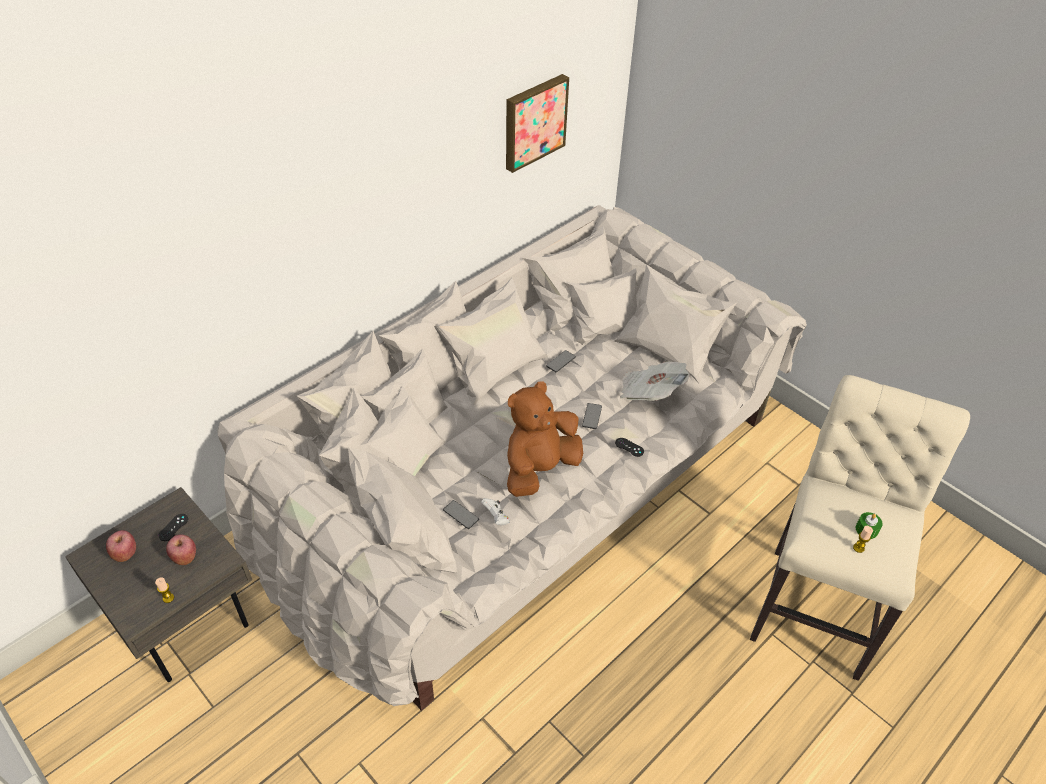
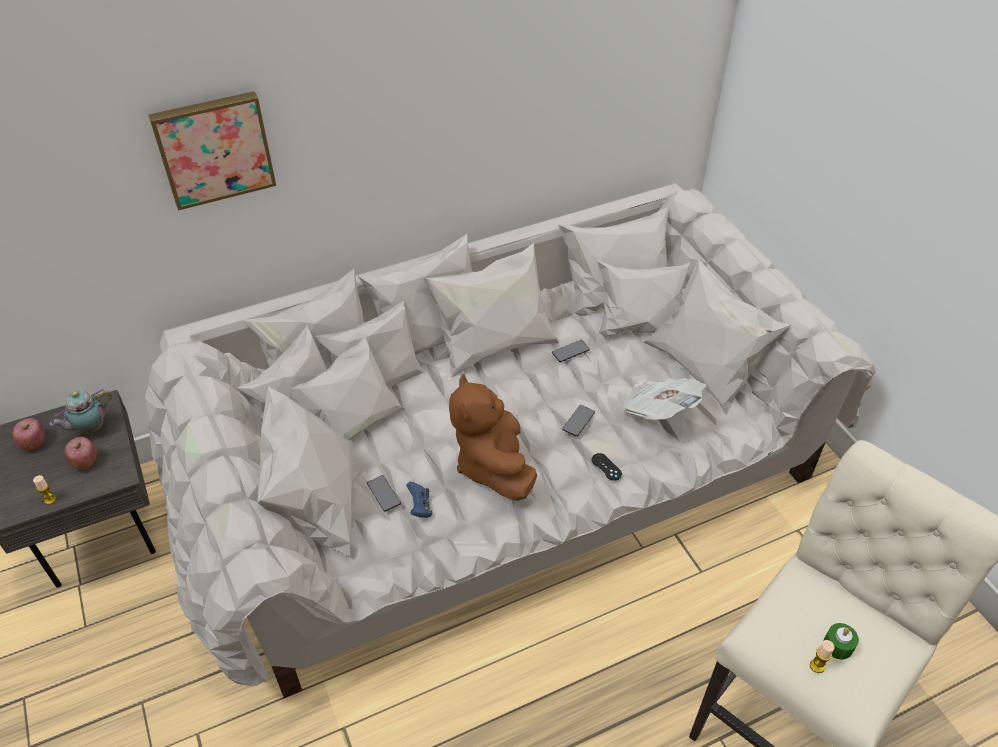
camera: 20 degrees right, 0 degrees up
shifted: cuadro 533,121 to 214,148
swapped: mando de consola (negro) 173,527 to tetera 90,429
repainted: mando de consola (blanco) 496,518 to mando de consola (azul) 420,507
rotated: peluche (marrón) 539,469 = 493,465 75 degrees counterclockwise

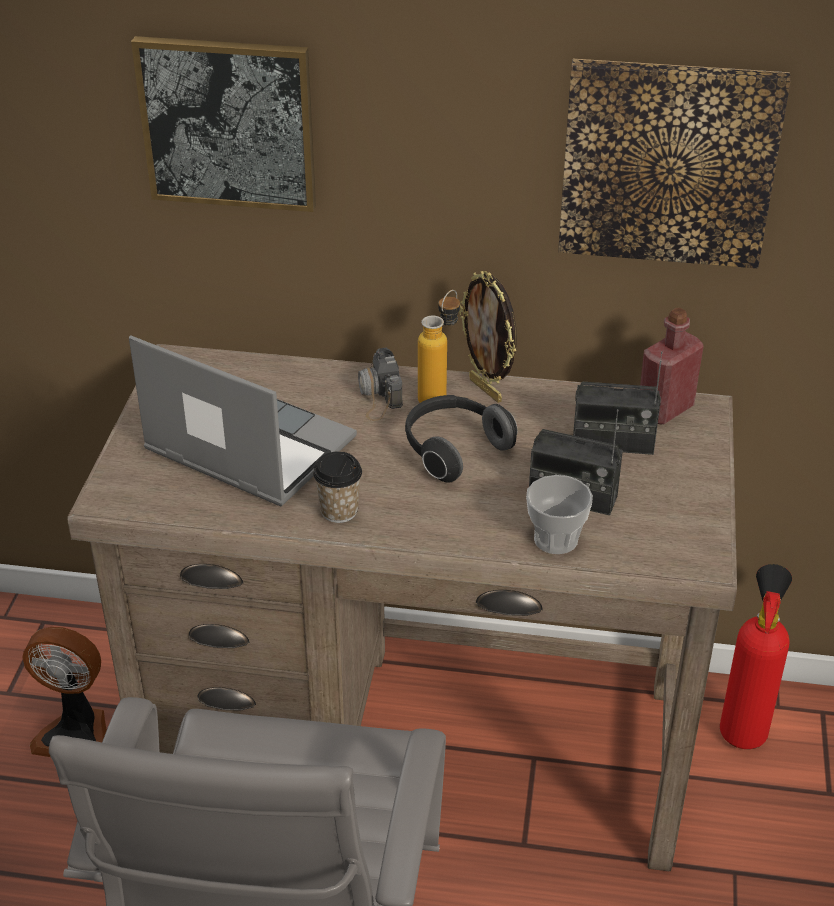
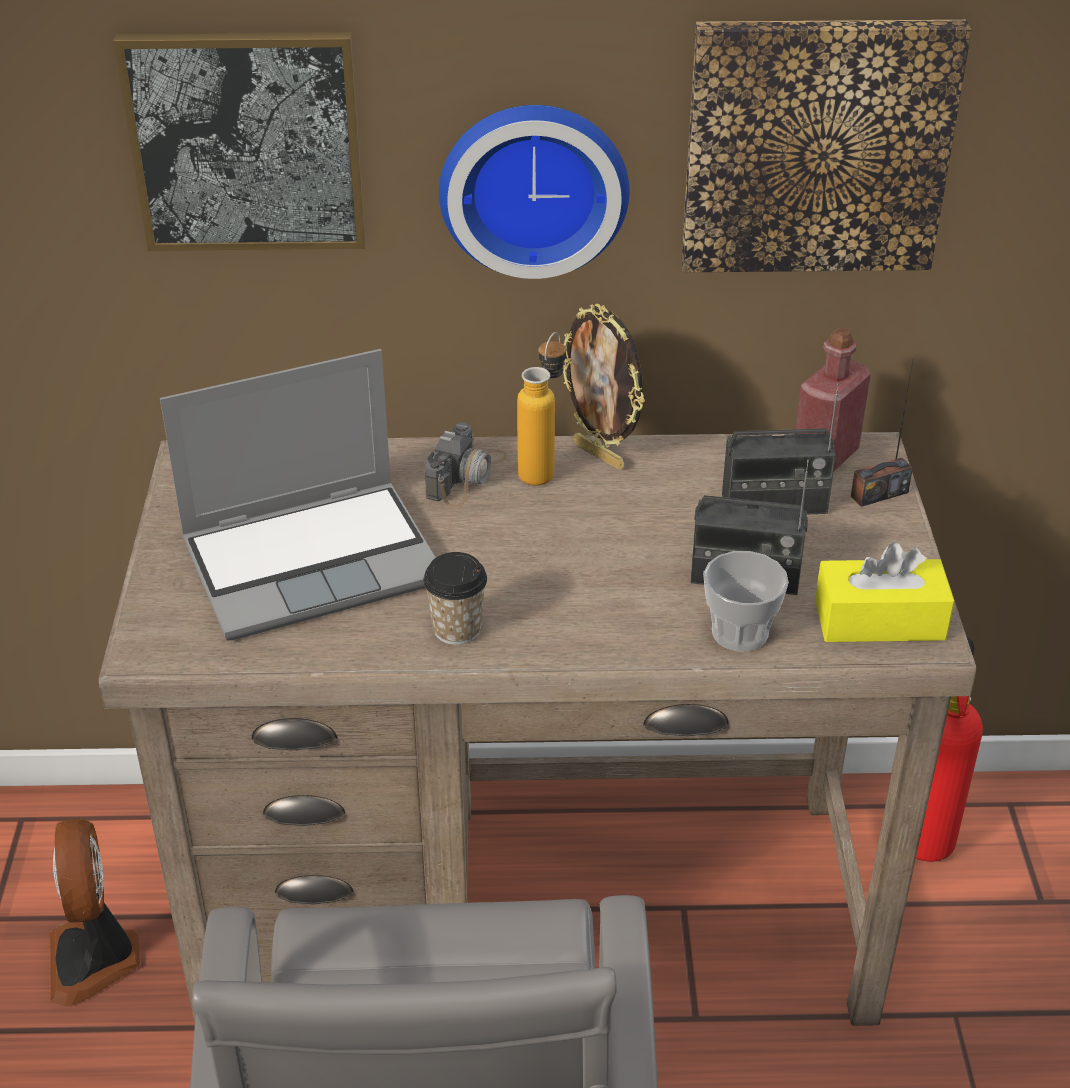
camera: 10 degrees left, 0 degrees up
gone: auriculares 453,450
new: reloj de pared 533,186; radio 879,494; caja de pañuelos (amarillo) 879,620
rotated: portátil 246,447 = 314,560 135 degrees clockwise; cámara 379,394 = 467,475 135 degrees counterclockwise; ventilador 76,734 = 95,959 75 degrees clockwise

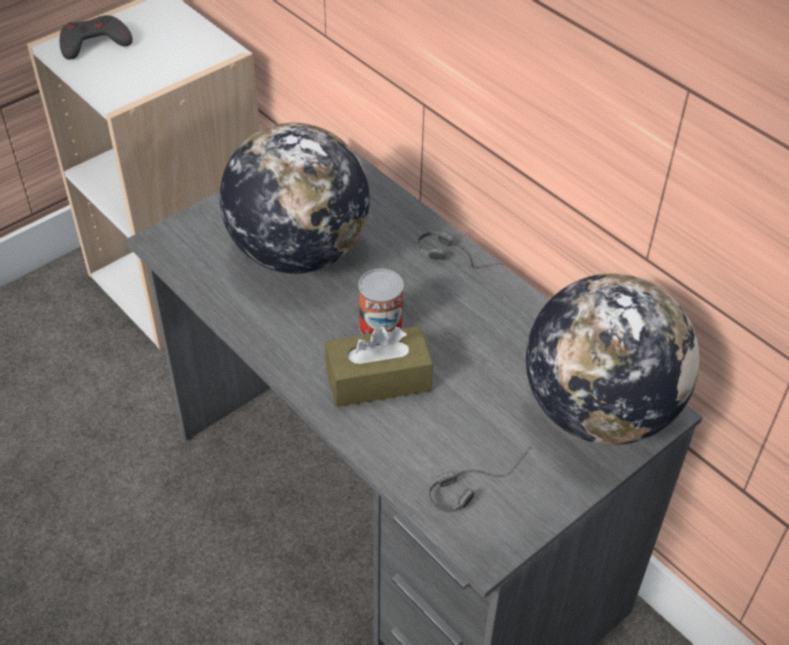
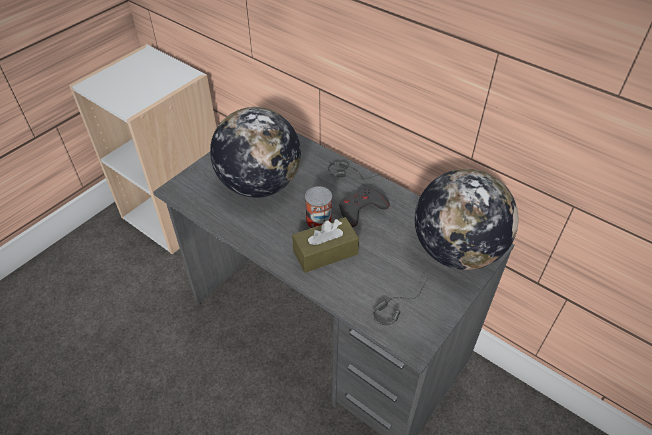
camera: 10 degrees left, 0 degrees up
shifted: mando de consola (gris) 94,43 to 361,209

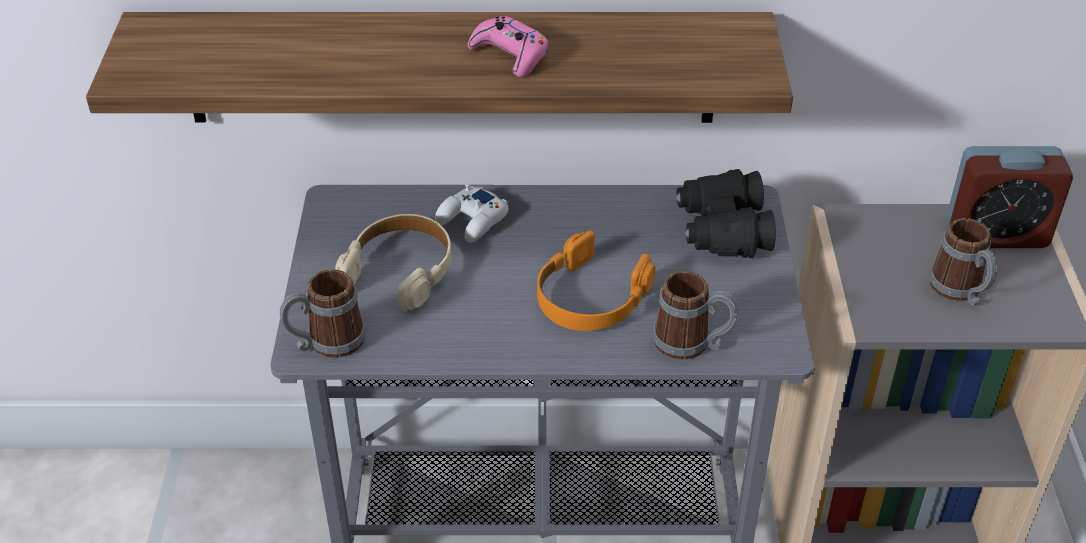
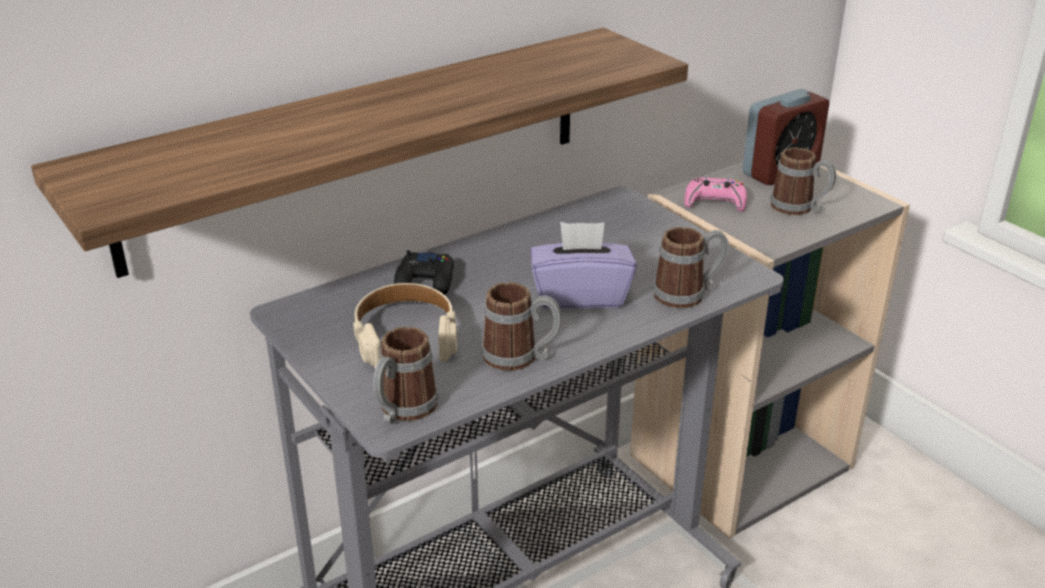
camera: 35 degrees left, 10 degrees down
gone: prismáticos (negro) 722,230
new: taza grande 520,357
shifted: mando de consola (rosa) 510,55 to 714,202
swapped: auriculares (naranja) 590,297 to caja de pañuelos (morado) 580,295
repainted: mando de consola (blanco) 472,220 to mando de consola (negro) 426,282

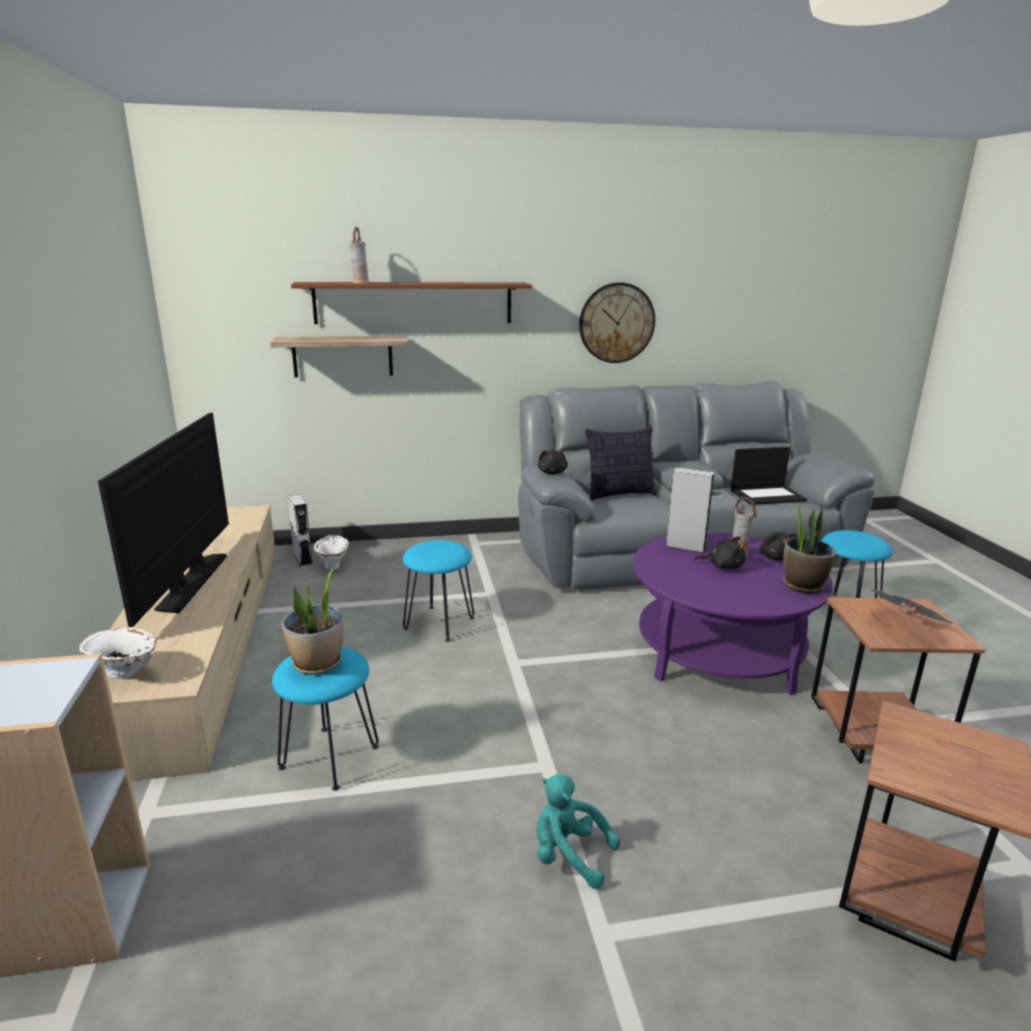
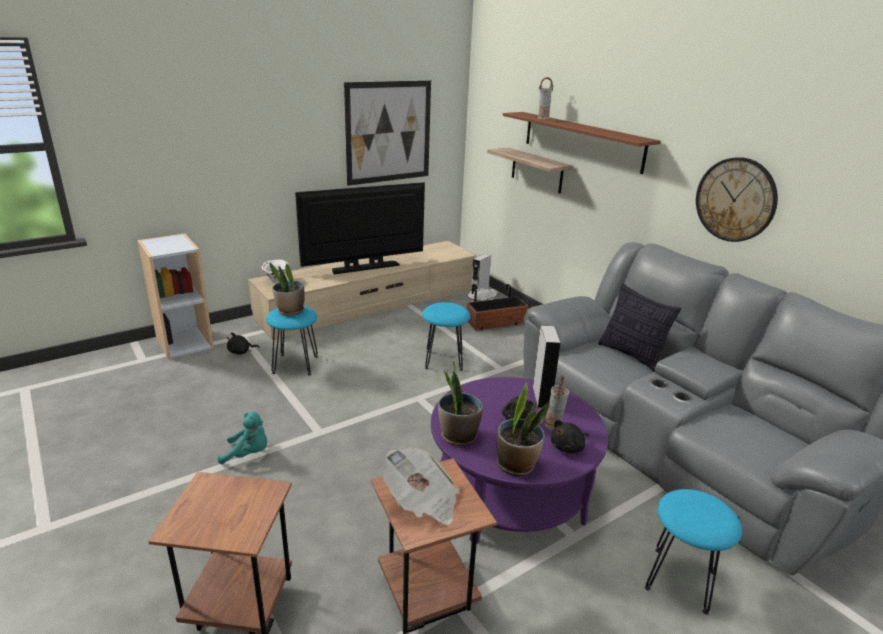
camera: 65 degrees right, 5 degrees up
gone: portátil 767,495
new: cuadro 388,132; maceta 495,323; planta en maceta 458,436
shifted: peluche (negro) 552,473 to 241,352
rotated: peluche (turquesa) 569,855 = 248,454 90 degrees clockwise

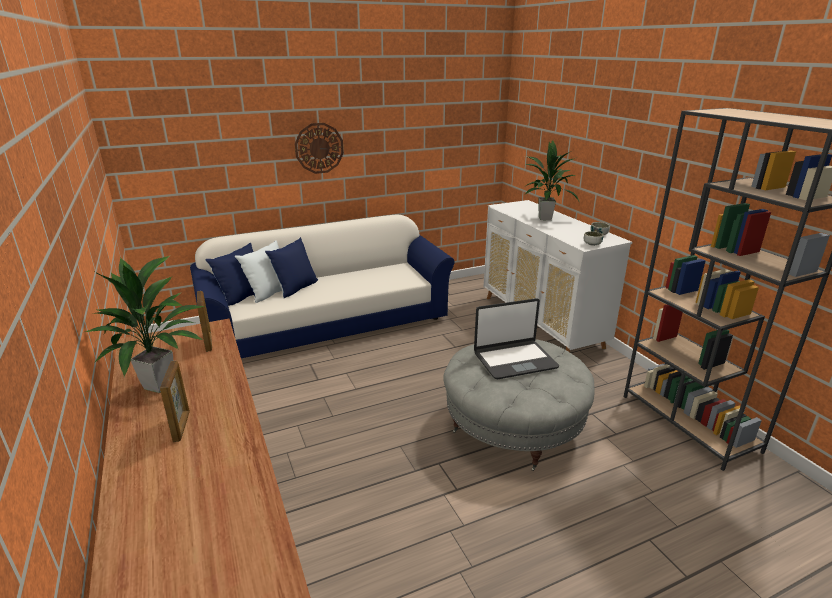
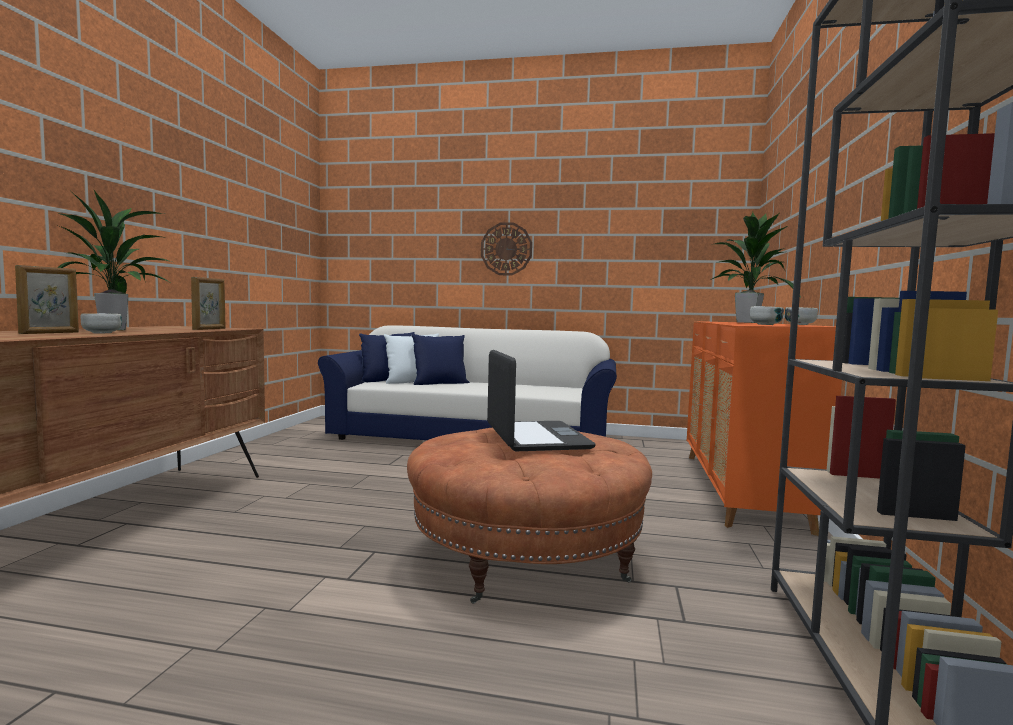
camera: 35 degrees right, 20 degrees down
new: cuenco 102,333
repainted: armario (blanco) 541,321 to armario (naranja) 741,489; puf (gris) 513,426 to puf (marrón) 526,556
rotated: portátil 514,360 = 535,438 120 degrees counterclockwise

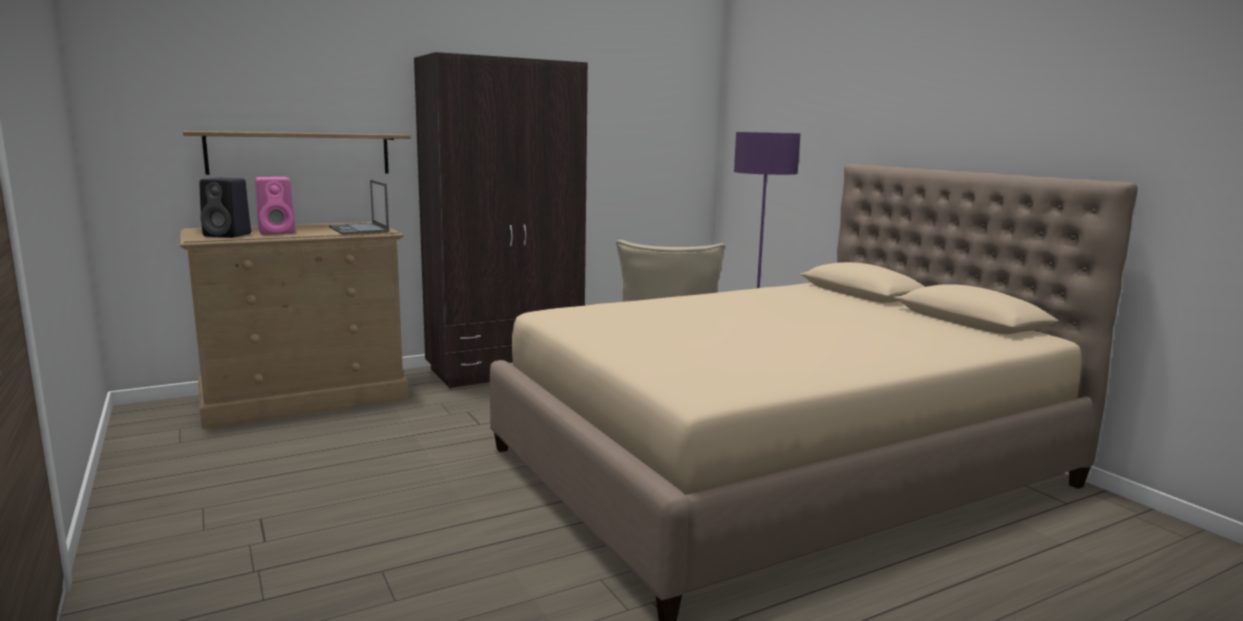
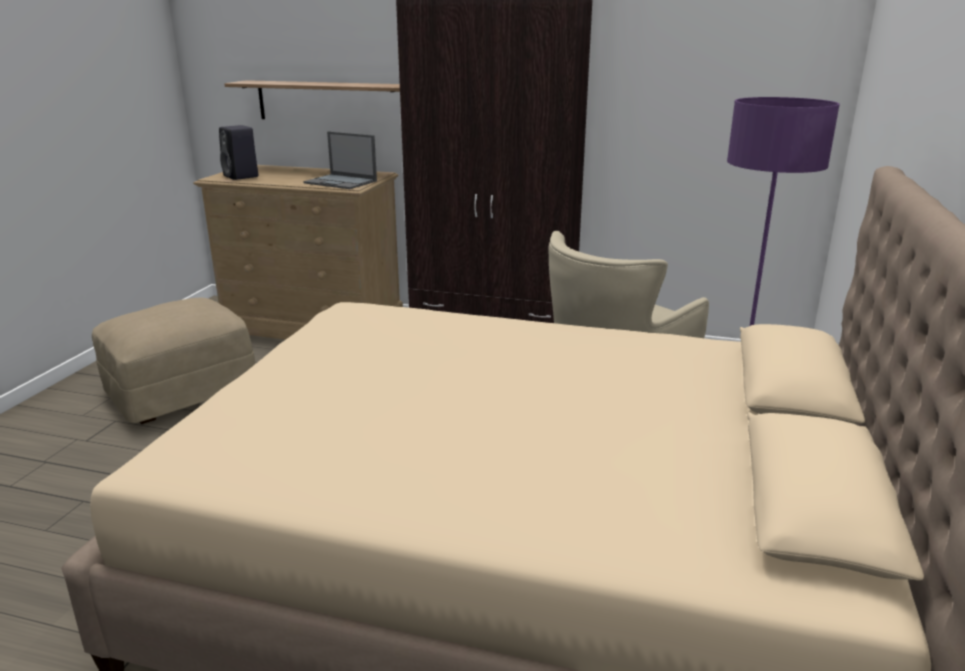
camera: 45 degrees right, 10 degrees up
gone: altavoz (rosa) 278,232
new: puf (beis) 182,391
rotated: portátil 359,229 = 341,182 75 degrees counterclockwise

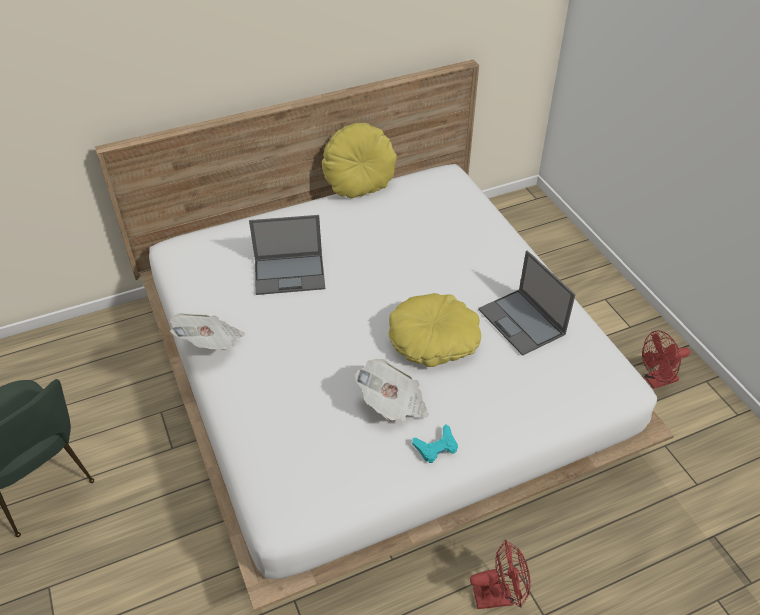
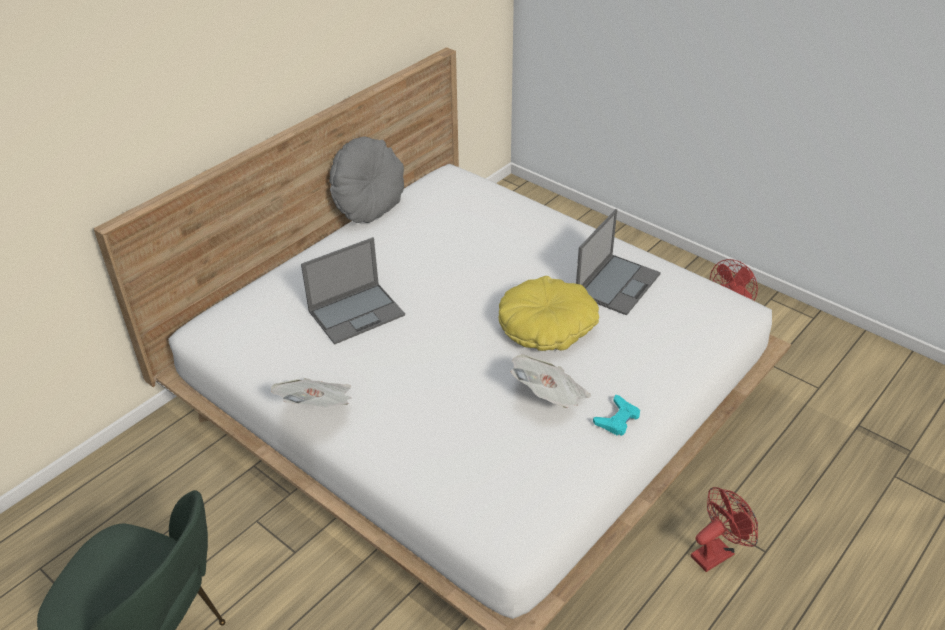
camera: 25 degrees left, 5 degrees down
repainted: cojín (amarillo) 360,188 to cojín (gris) 370,211
rotated: portátil 522,322 = 618,284 90 degrees counterclockwise

